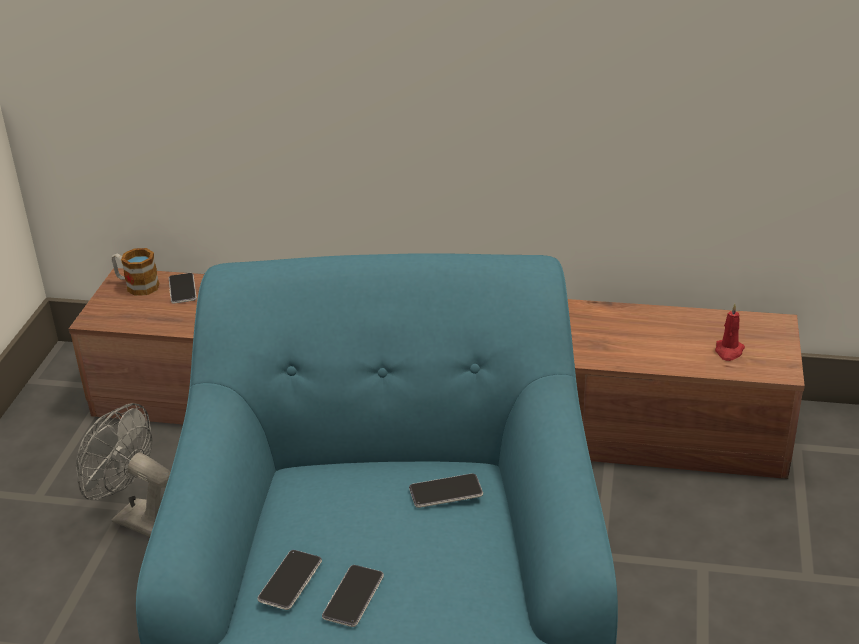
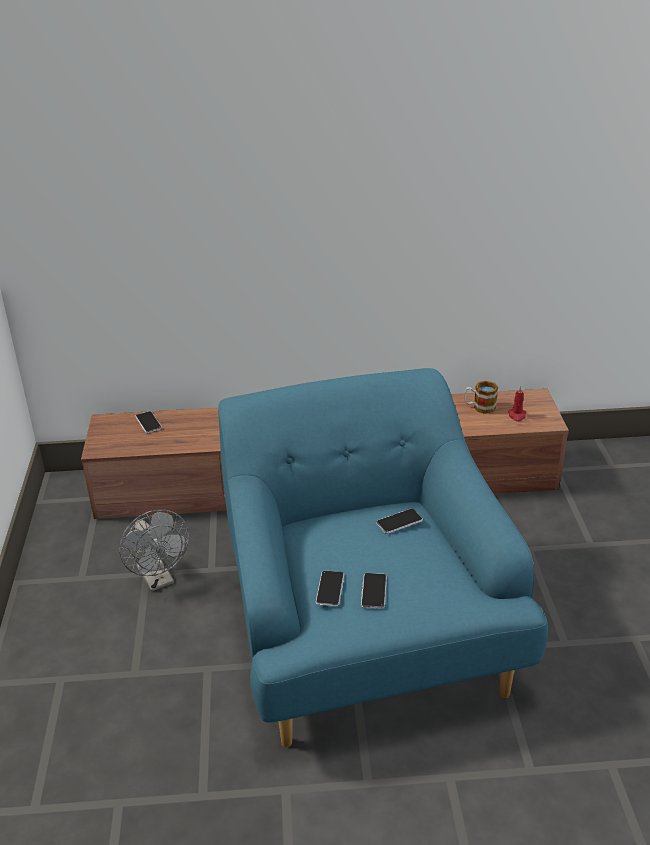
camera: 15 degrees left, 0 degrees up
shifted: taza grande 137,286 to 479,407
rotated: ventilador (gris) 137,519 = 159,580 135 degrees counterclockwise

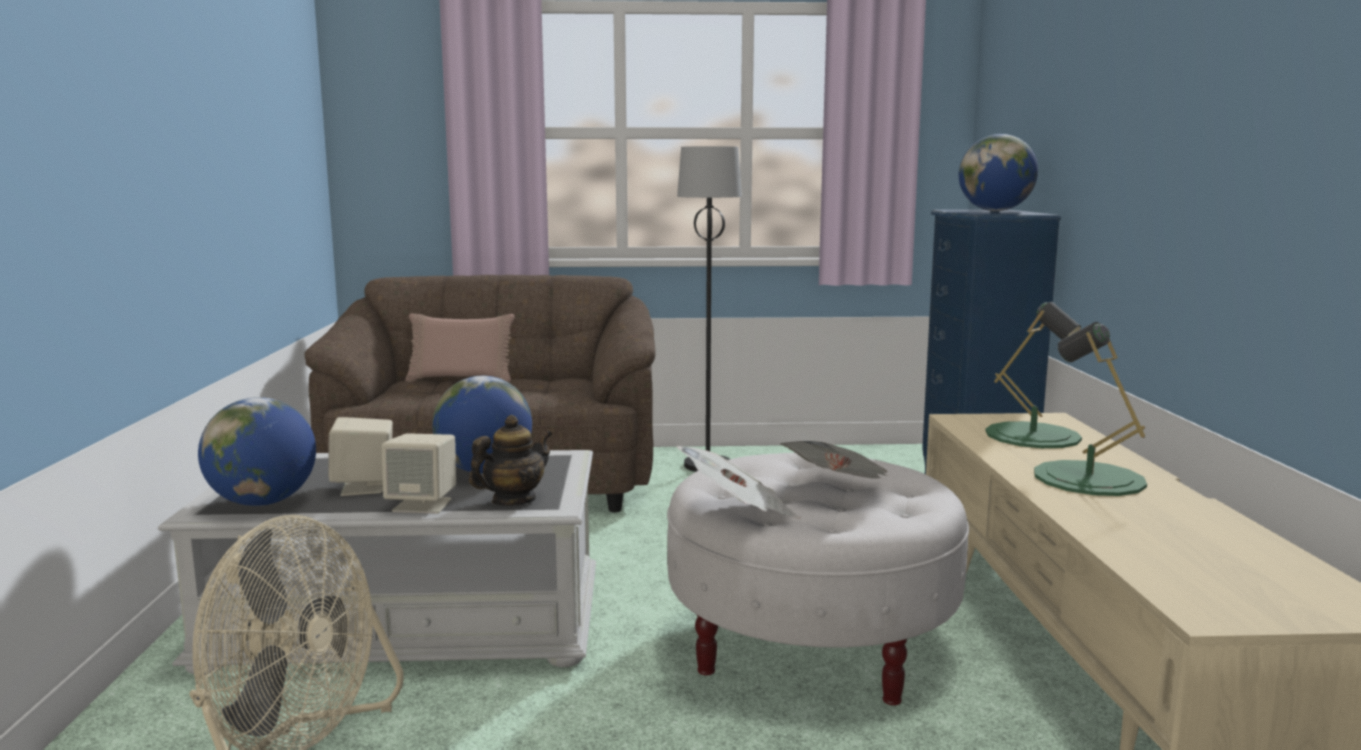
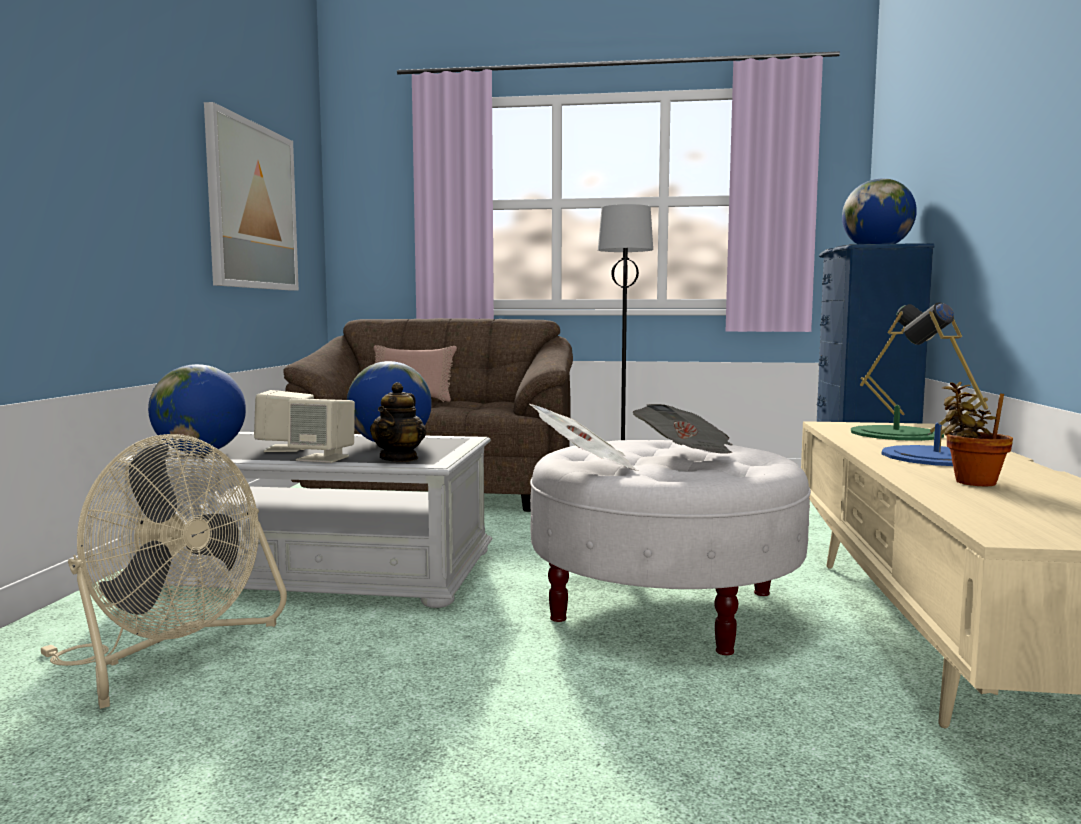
camera: 10 degrees right, 5 degrees down
new: cuadro 252,207; planta en maceta 971,481
repainted: lámpara de mesa (verde) 1088,478 to lámpara de mesa (azul) 936,456
rotated: tetera 513,500 = 399,458 135 degrees clockwise

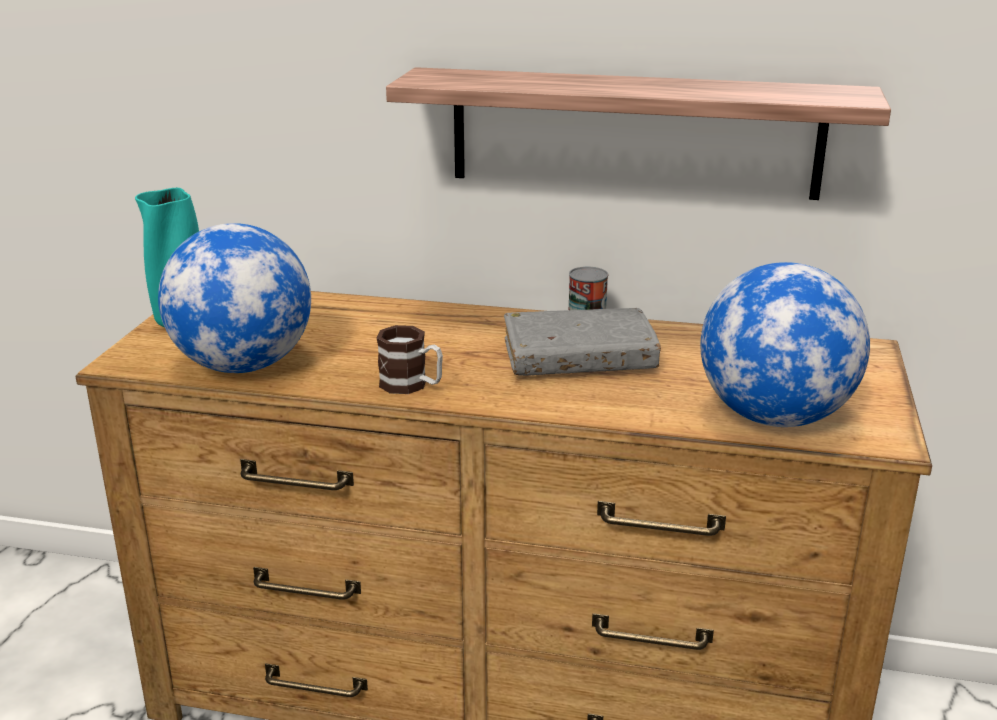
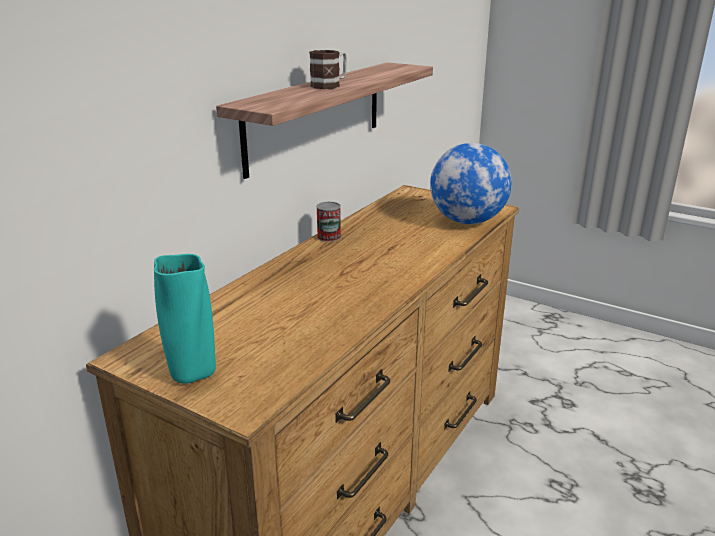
camera: 70 degrees left, 0 degrees up
gone: globo terráqueo 243,365; libro (gris) 579,358
shifted: taza grande 412,385 to 330,85

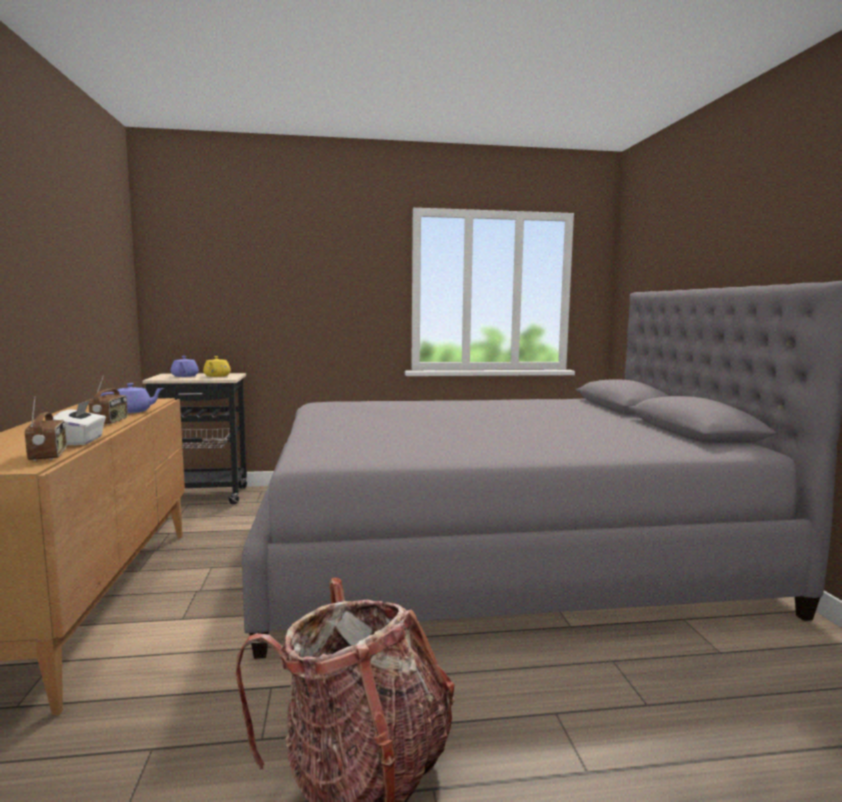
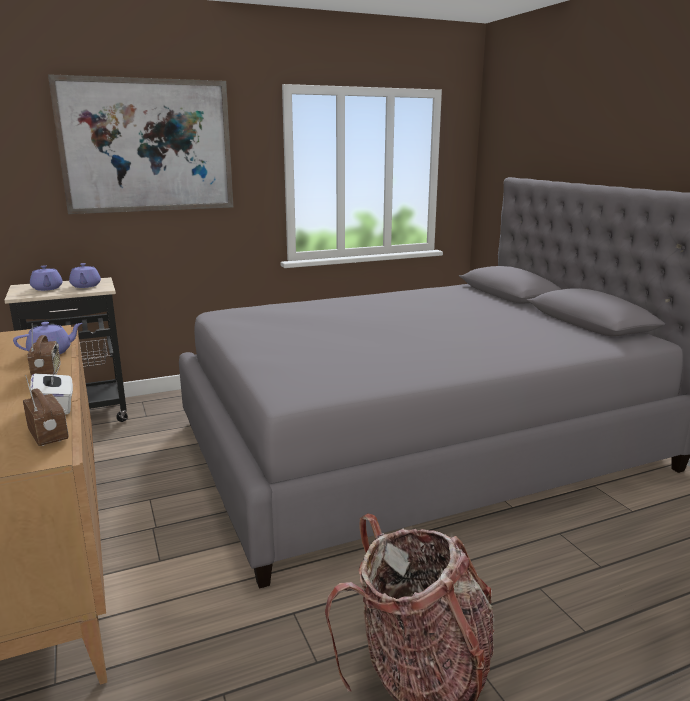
camera: 15 degrees left, 10 degrees up
new: cuadro 148,146
repainted: tetera (amarillo) 216,376 to tetera (morado) 85,286

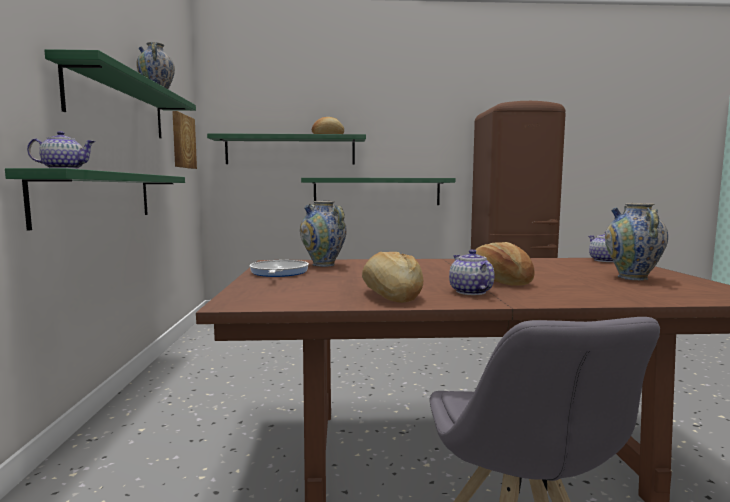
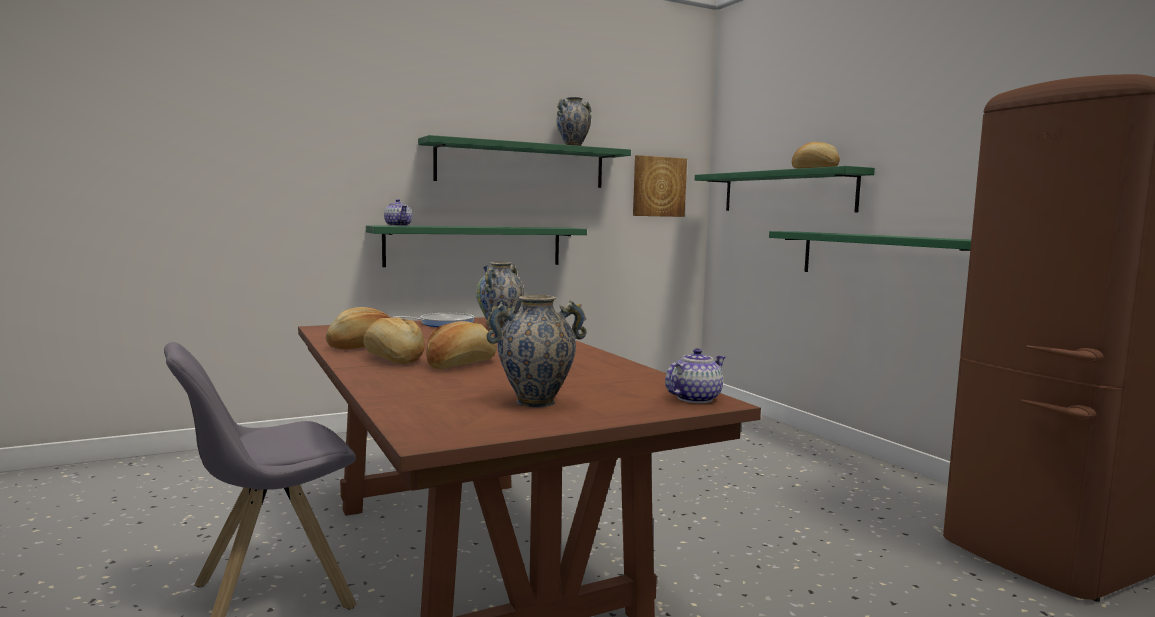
camera: 65 degrees right, 0 degrees up
swapped: tetera 470,292 to pan 393,359

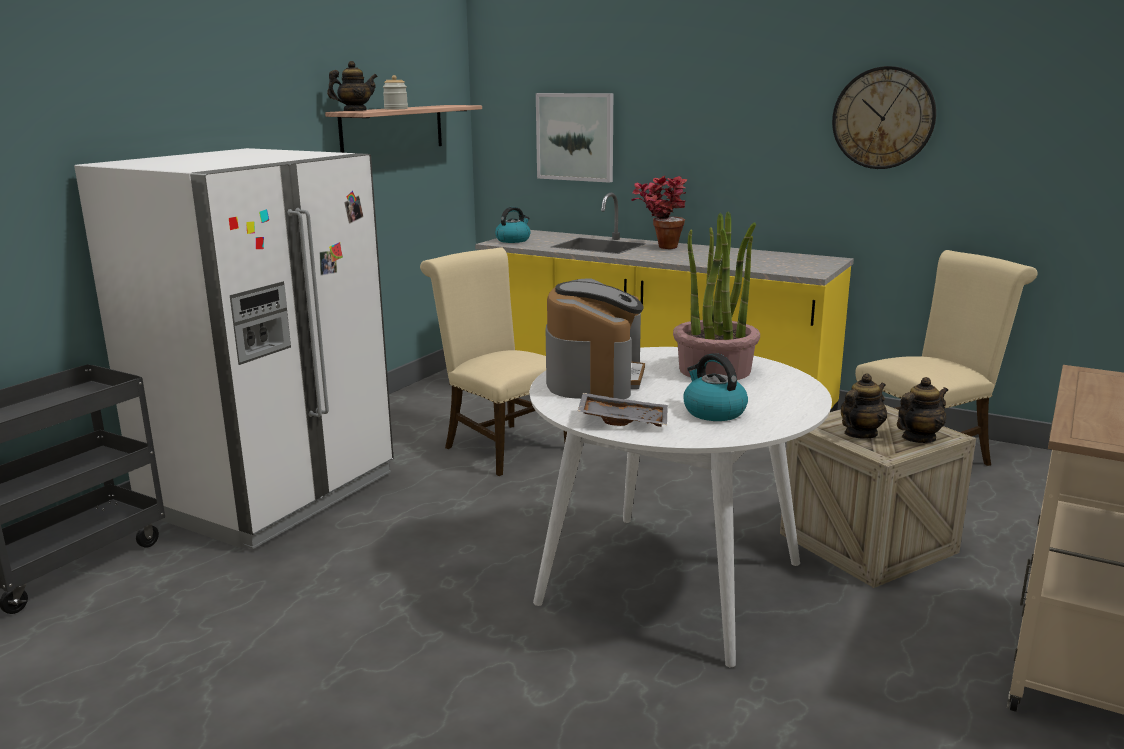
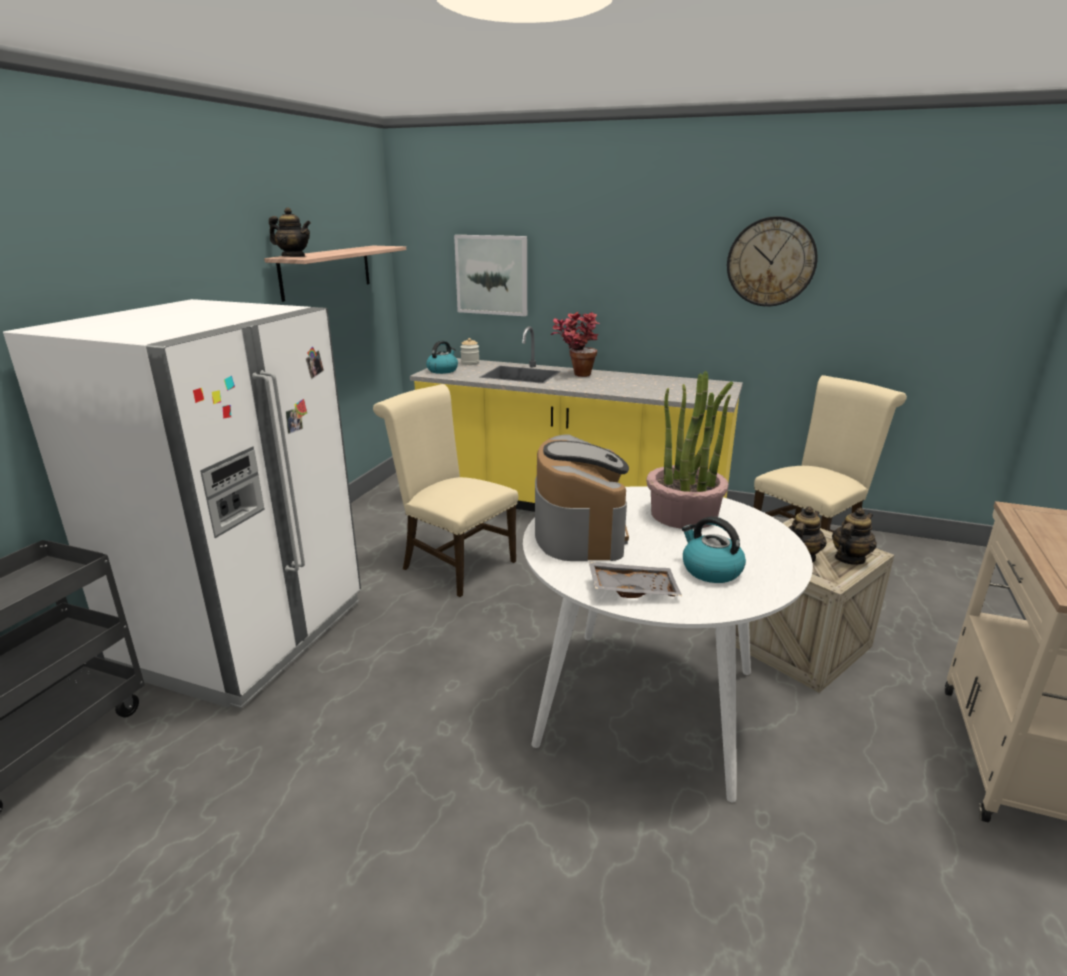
camera: 10 degrees left, 5 degrees up
shifted: tarro 396,109 to 470,363
rotated: tetera 354,111 = 293,257 60 degrees clockwise

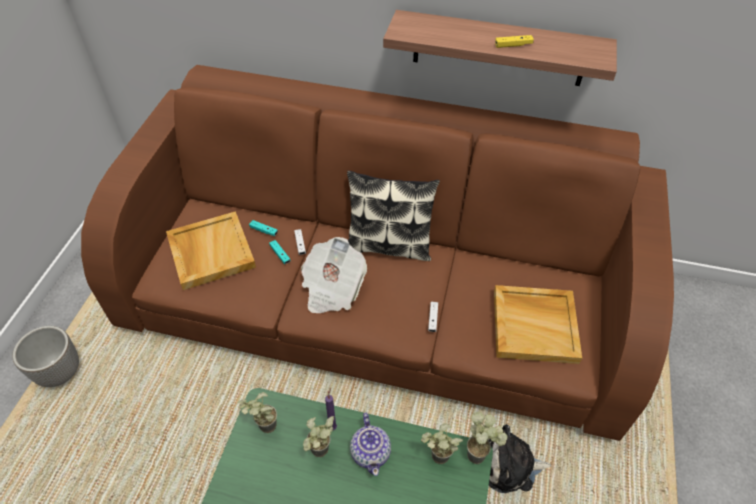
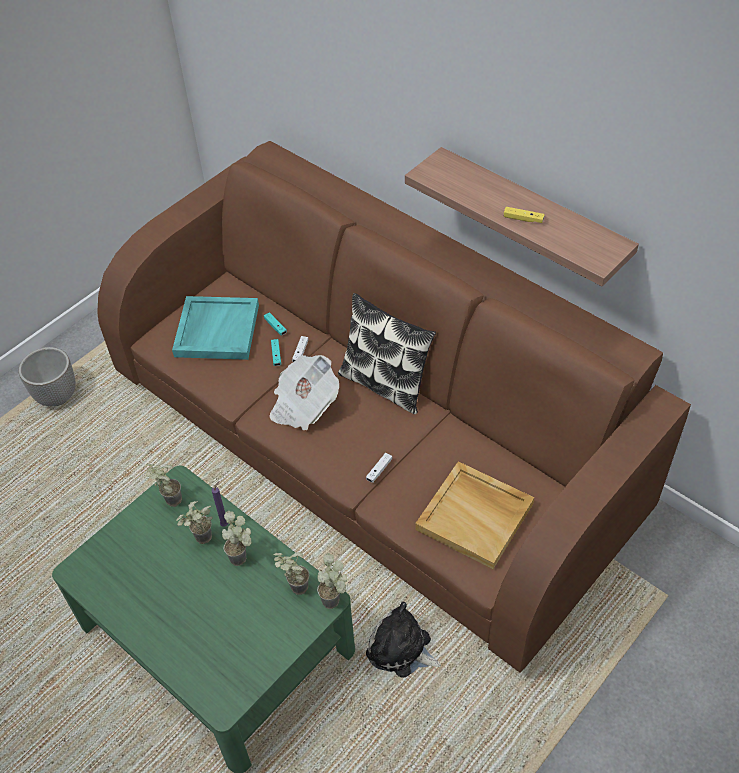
camera: 30 degrees right, 0 degrees up
swapped: tetera 371,452 to planta en maceta 243,558
repainted: bandeja (beis) 210,252 to bandeja (turquesa) 216,330

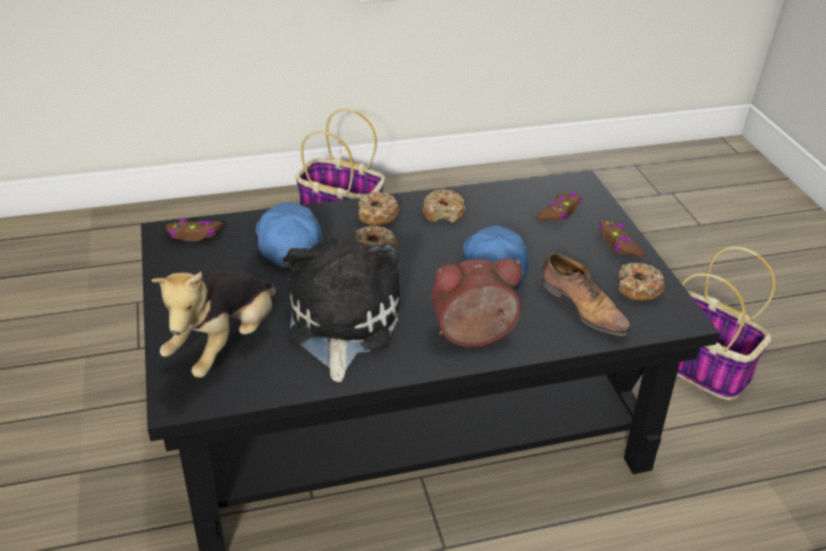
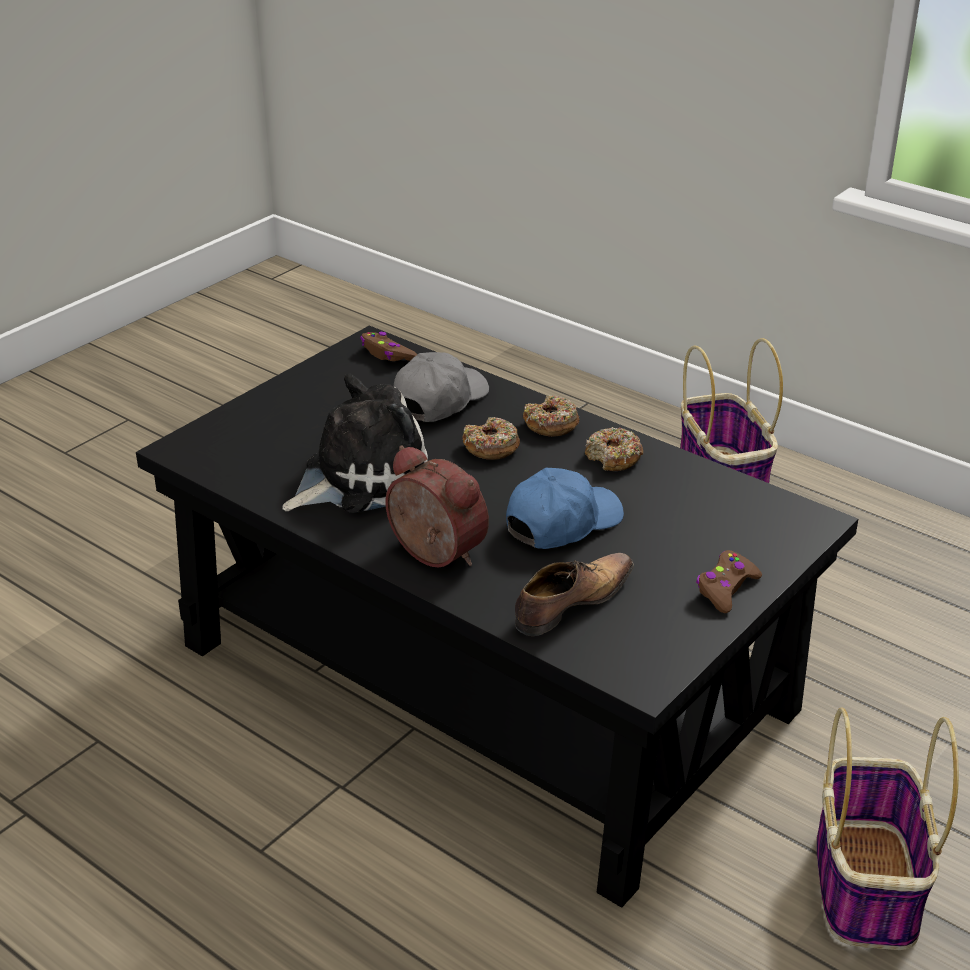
camera: 55 degrees right, 5 degrees down
gone: mando de consola (marrón) 559,212; rosquilla 638,288; peluche 225,344
repainted: gorra (azul) 288,243 to gorra (gris) 439,400
rotated: zapato 582,306 = 571,603 150 degrees counterclockwise

